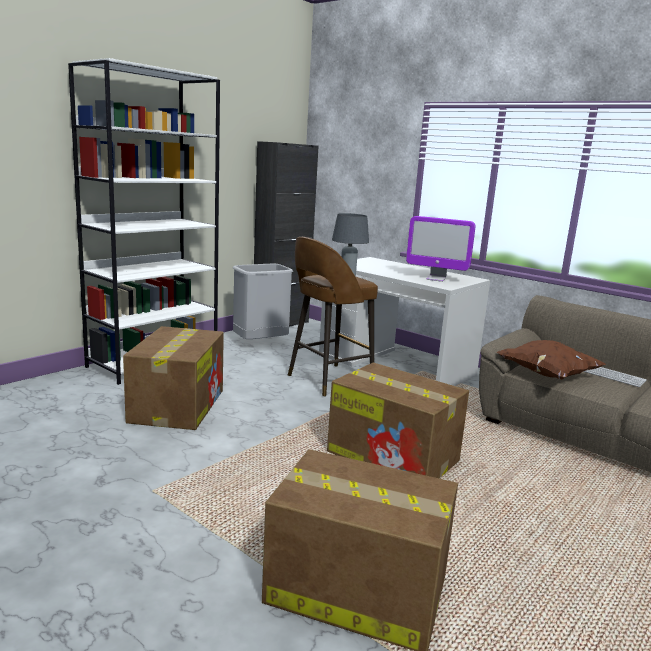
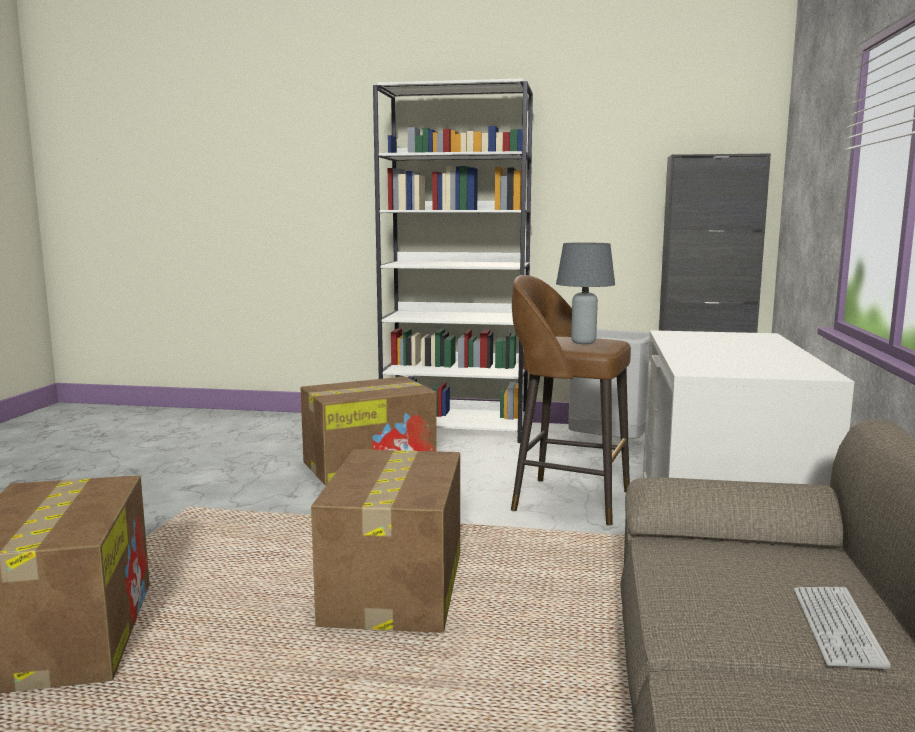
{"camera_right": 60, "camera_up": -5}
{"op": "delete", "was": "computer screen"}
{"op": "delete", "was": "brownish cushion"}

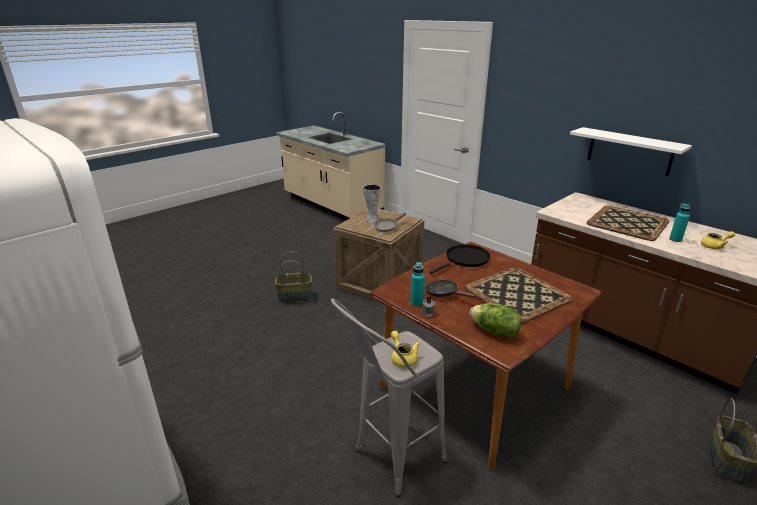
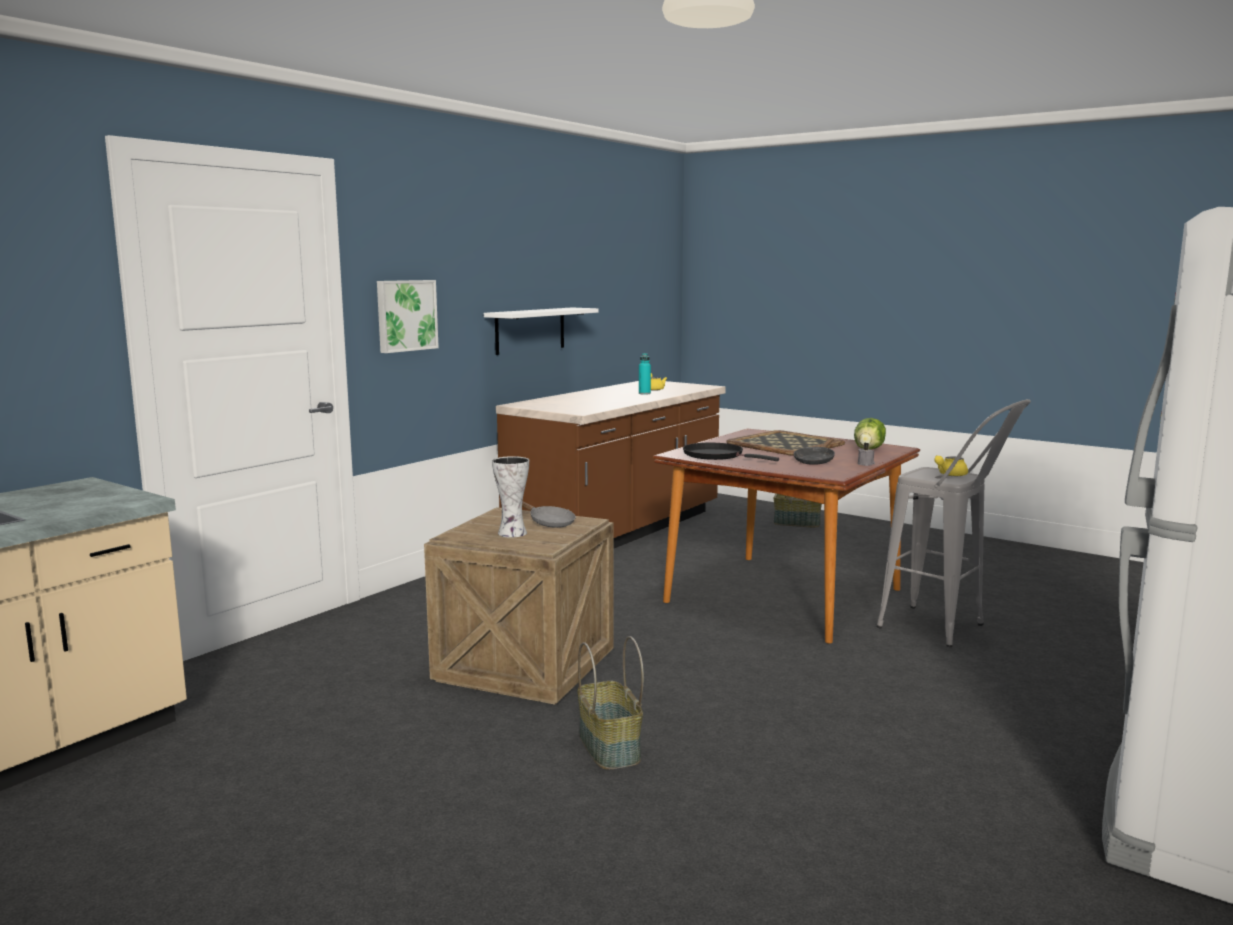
{"camera_right": -100, "camera_up": -15}
{"op": "delete", "was": "turquoise beverage bottle (1st from left)"}
{"op": "delete", "was": "carrying tray (2nd from left)"}
{"op": "insert", "now": "wall art"}

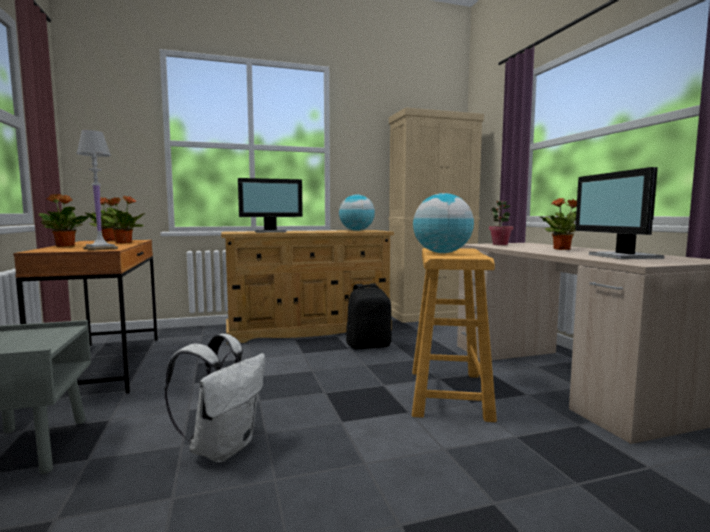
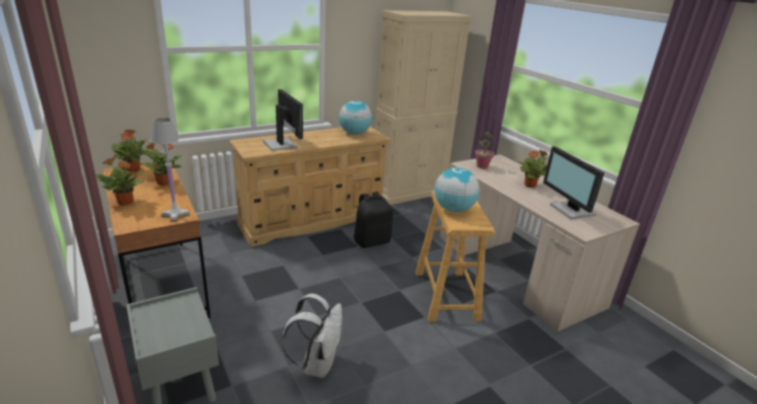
{"camera_right": -15, "camera_up": 20}
{"op": "rotate", "was": "computer screen (1st from left)", "clockwise": -90}

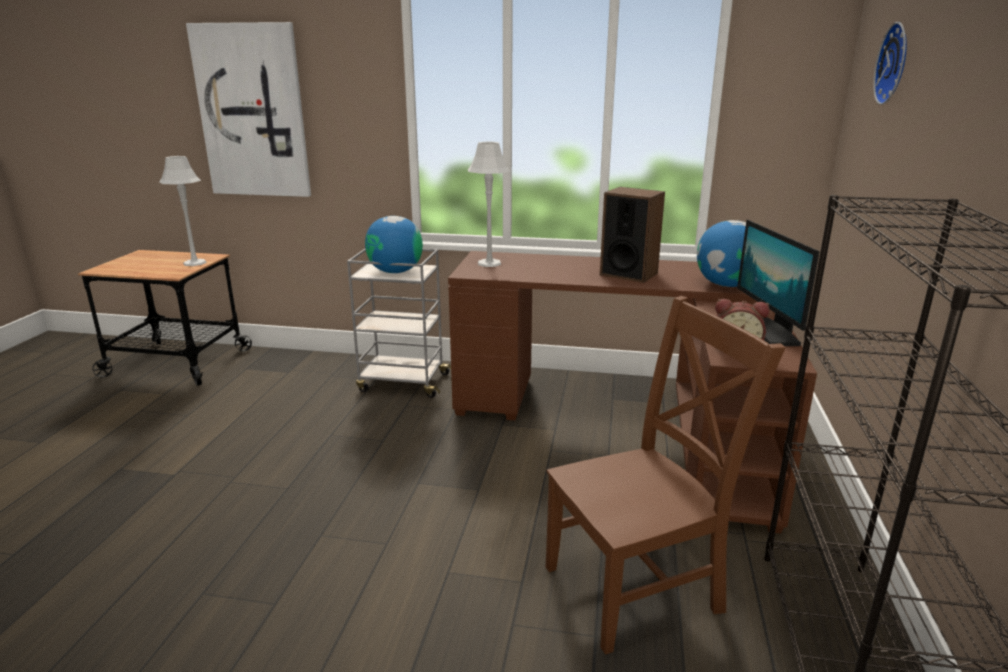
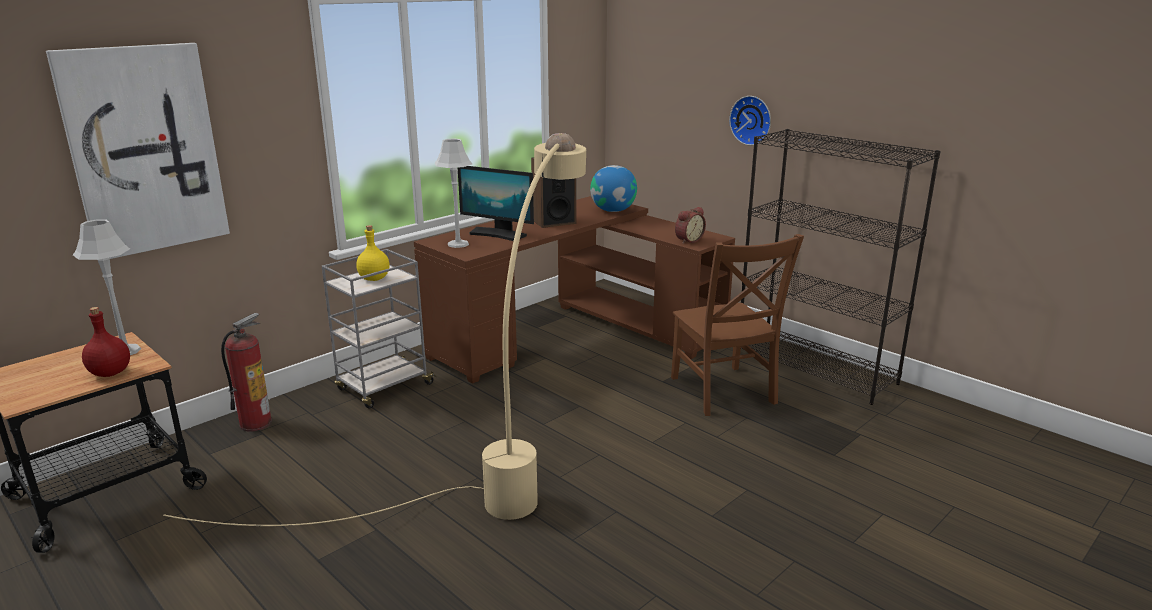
{"camera_right": -55, "camera_up": 0}
{"op": "replace", "was": "desk globe (1st from left)", "now": "yellowish beverage bottle"}
{"op": "rotate", "was": "brownish upright chair", "clockwise": 150}
{"op": "move", "was": "computer screen"}
{"op": "move", "was": "wall clock"}
{"op": "insert", "now": "red beverage bottle"}
{"op": "insert", "now": "sand-coloured floor lamp"}
{"op": "insert", "now": "fire-fighting cylinder"}

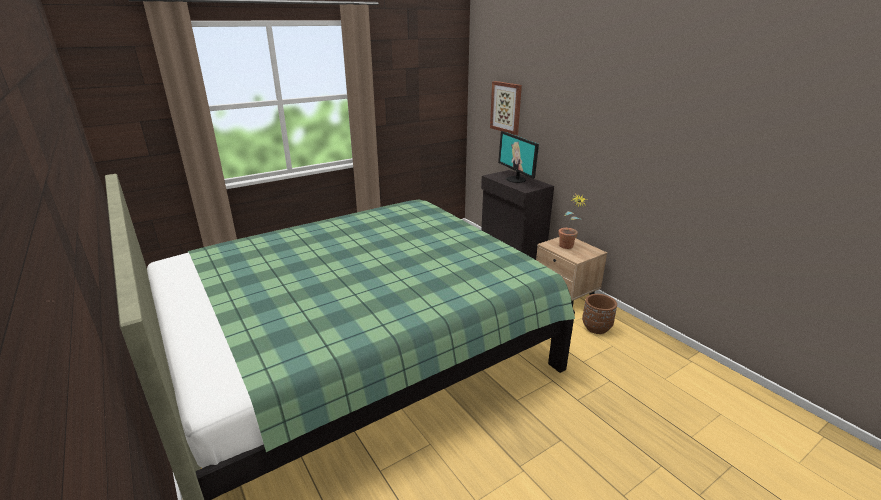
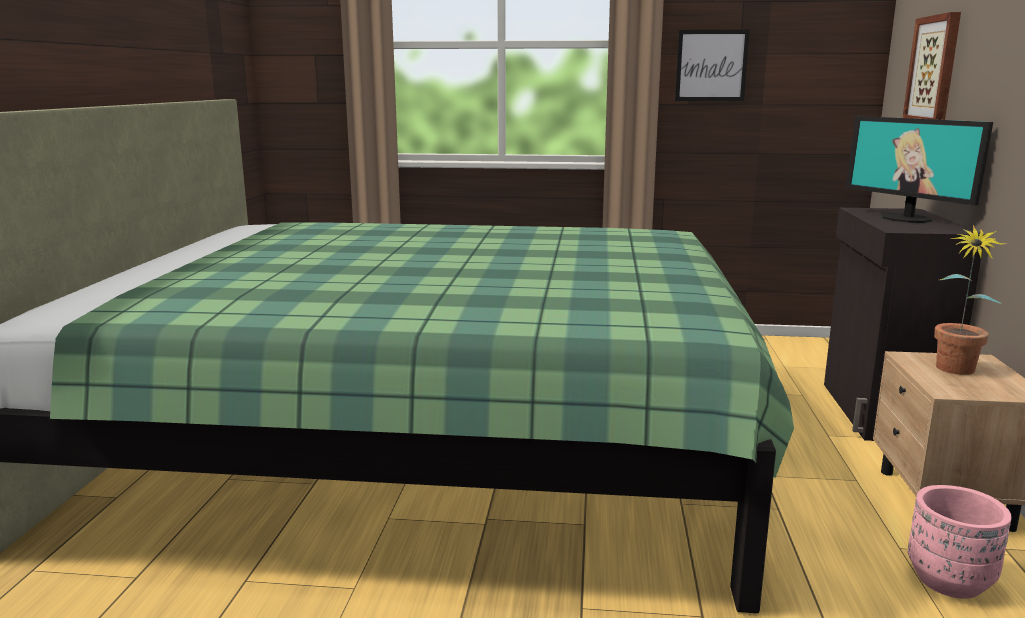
{"camera_right": 40, "camera_up": -10}
{"op": "rotate", "was": "computer screen", "clockwise": -45}
{"op": "recolor", "was": "brownish plant pot", "now": "pinkish plant pot"}
{"op": "insert", "now": "wall art (1st from left)"}

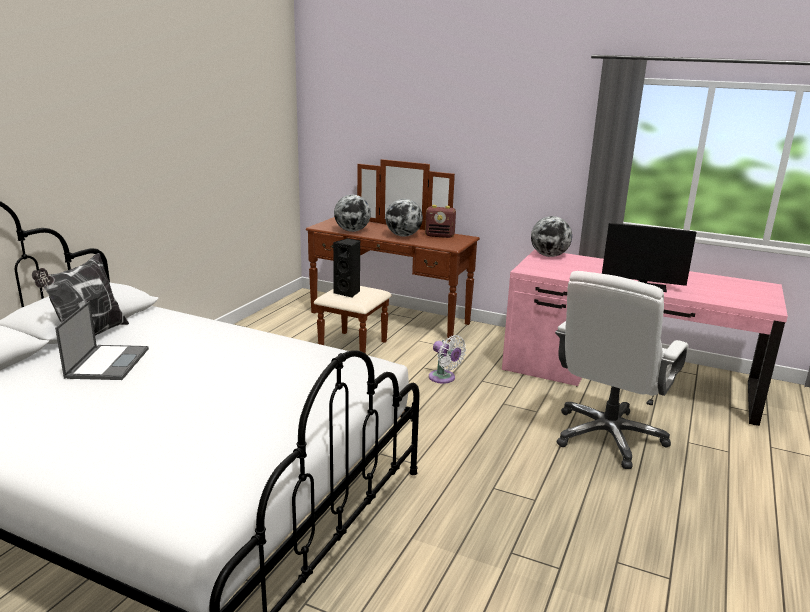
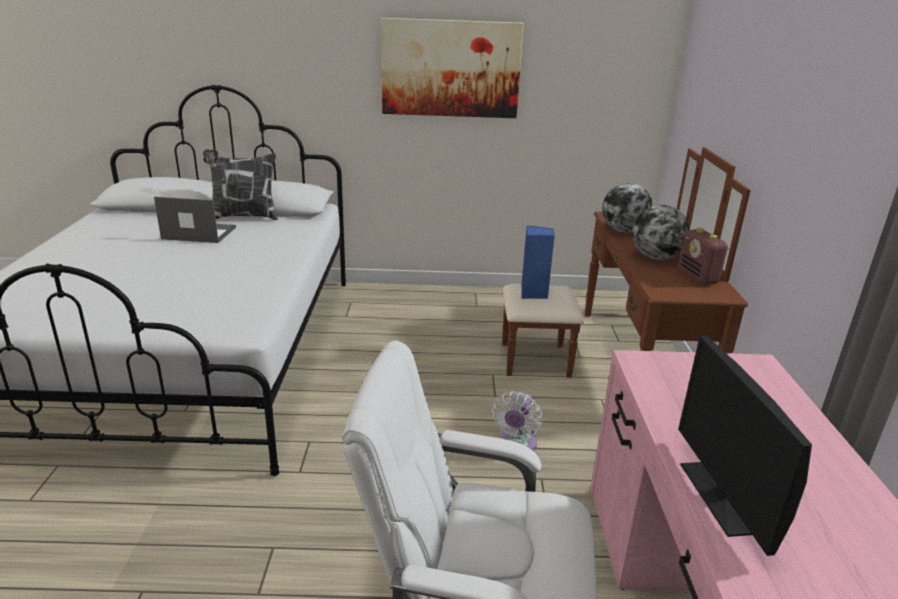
{"camera_right": 65, "camera_up": 5}
{"op": "rotate", "was": "portable computer", "clockwise": -150}
{"op": "recolor", "was": "black speaker", "now": "blue speaker"}
{"op": "delete", "was": "desk globe (3rd from left)"}
{"op": "insert", "now": "wall art"}

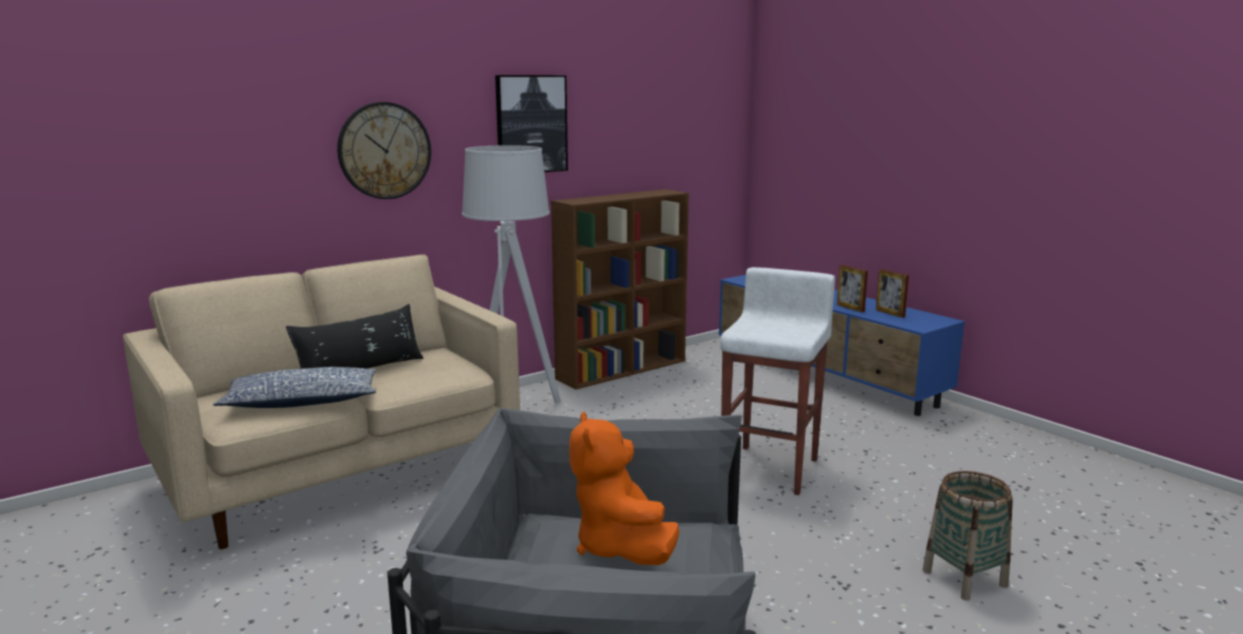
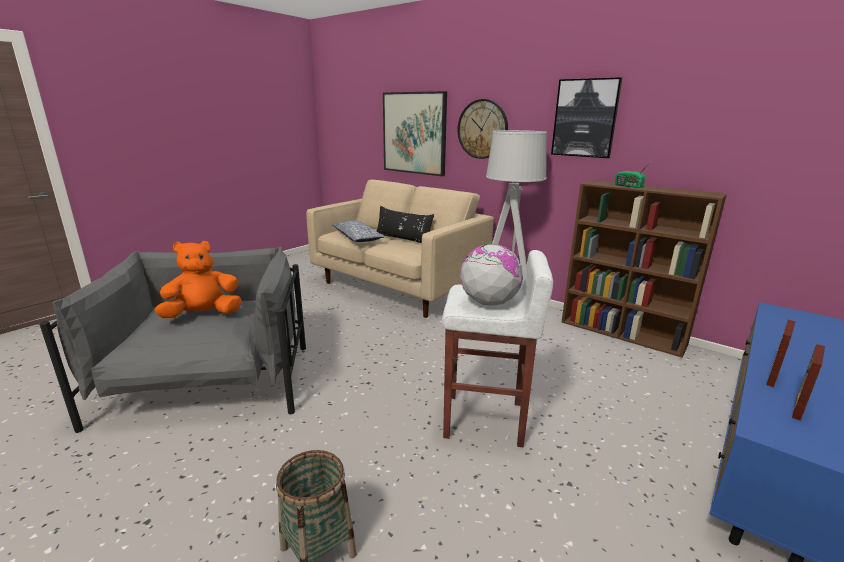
{"camera_right": 75, "camera_up": 5}
{"op": "insert", "now": "wall art (1st from left)"}
{"op": "insert", "now": "desk globe"}
{"op": "insert", "now": "radio"}

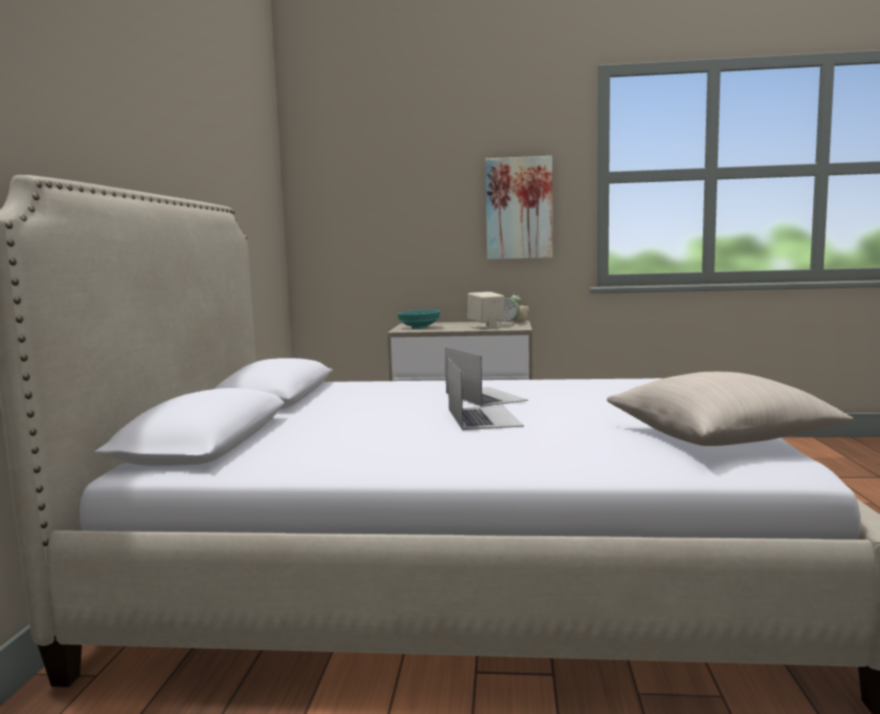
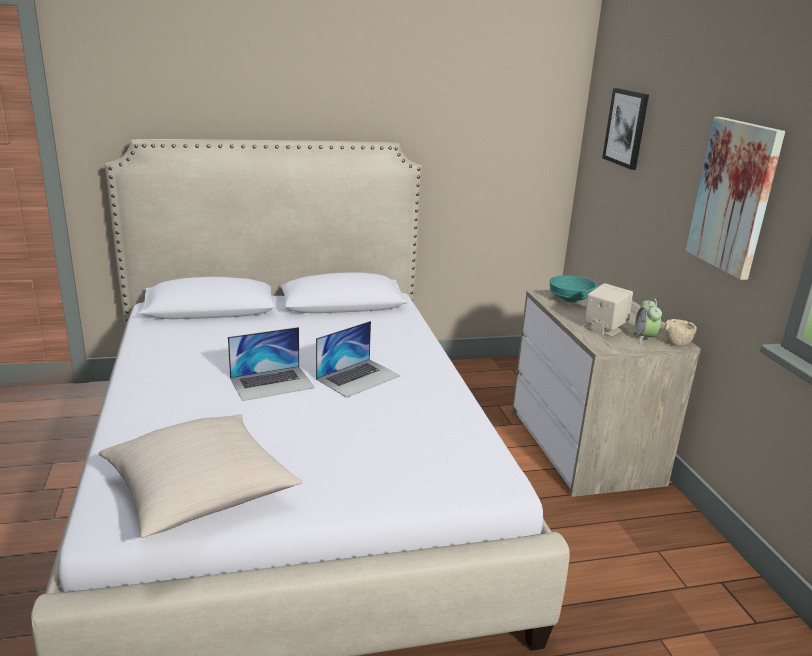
{"camera_right": 70, "camera_up": 15}
{"op": "insert", "now": "wall art (1st from left)"}

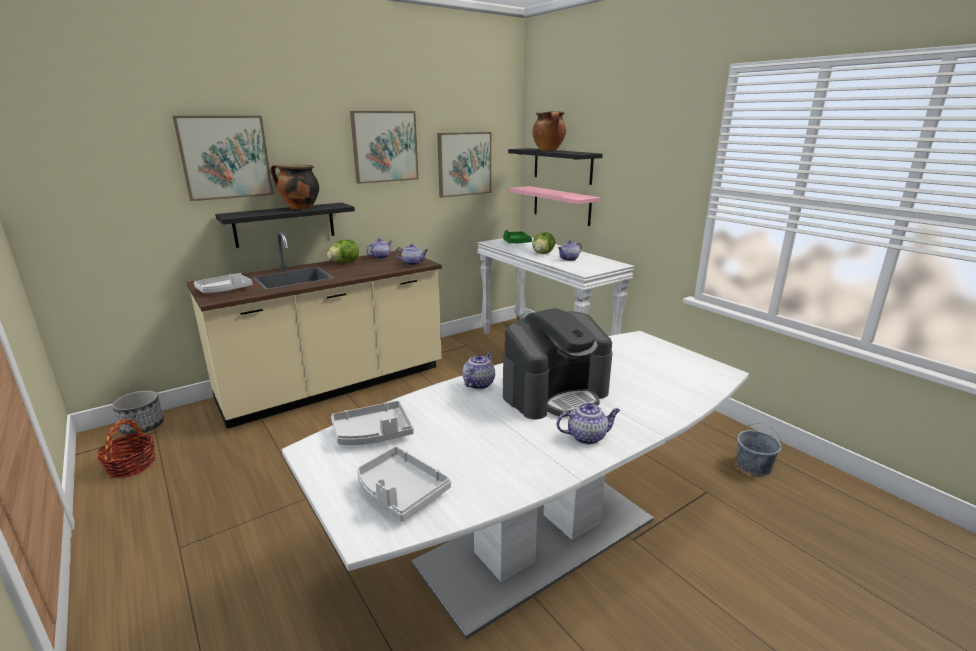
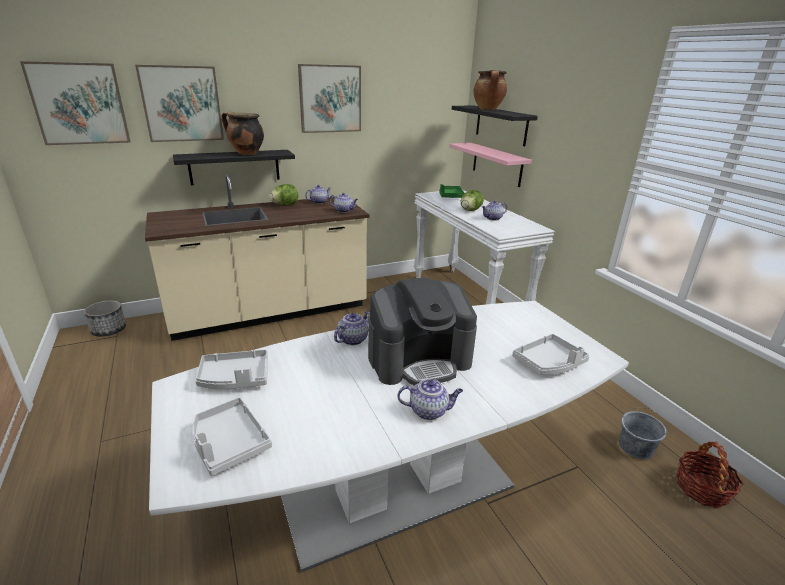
{"camera_right": 10, "camera_up": 5}
{"op": "move", "was": "basket"}
{"op": "move", "was": "greyish carrying tray (1st from left in the first image)", "now": "greyish carrying tray (3rd from left)"}
{"op": "move", "was": "wall art (3rd from left in the first image)", "now": "wall art (1st from left)"}

